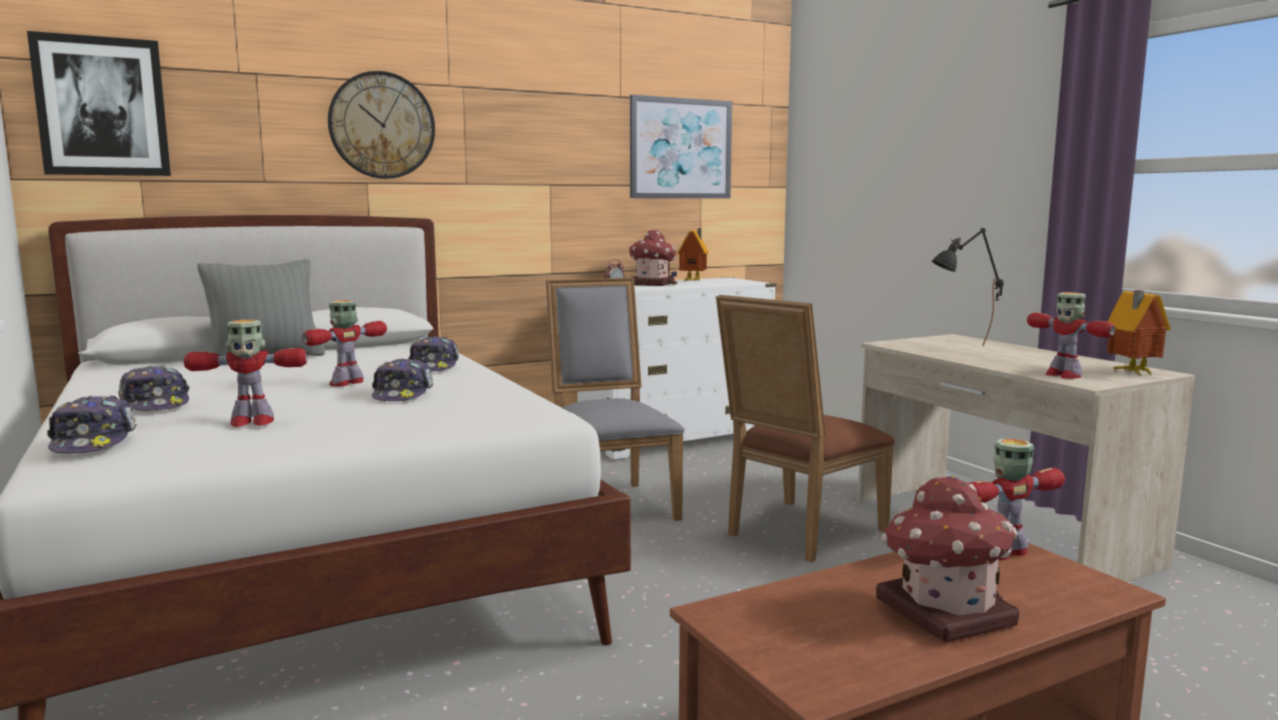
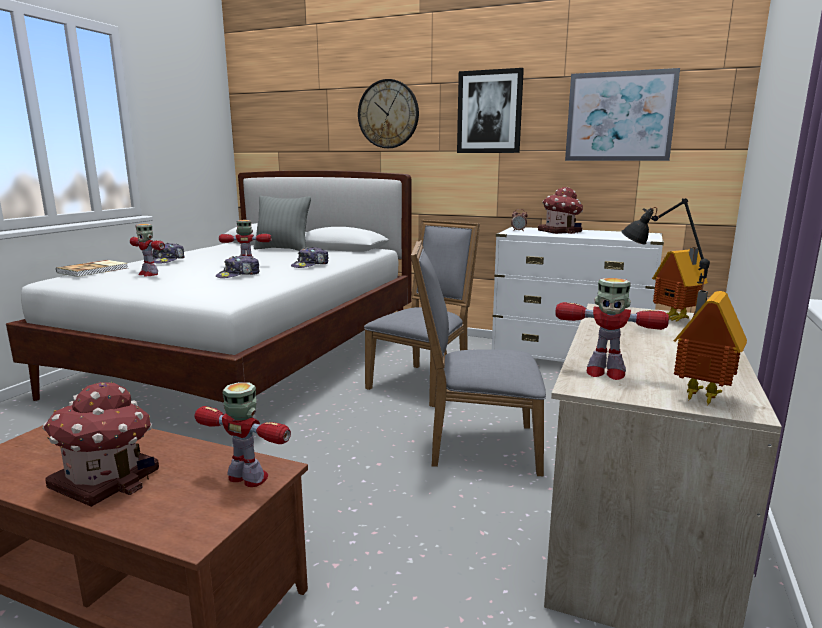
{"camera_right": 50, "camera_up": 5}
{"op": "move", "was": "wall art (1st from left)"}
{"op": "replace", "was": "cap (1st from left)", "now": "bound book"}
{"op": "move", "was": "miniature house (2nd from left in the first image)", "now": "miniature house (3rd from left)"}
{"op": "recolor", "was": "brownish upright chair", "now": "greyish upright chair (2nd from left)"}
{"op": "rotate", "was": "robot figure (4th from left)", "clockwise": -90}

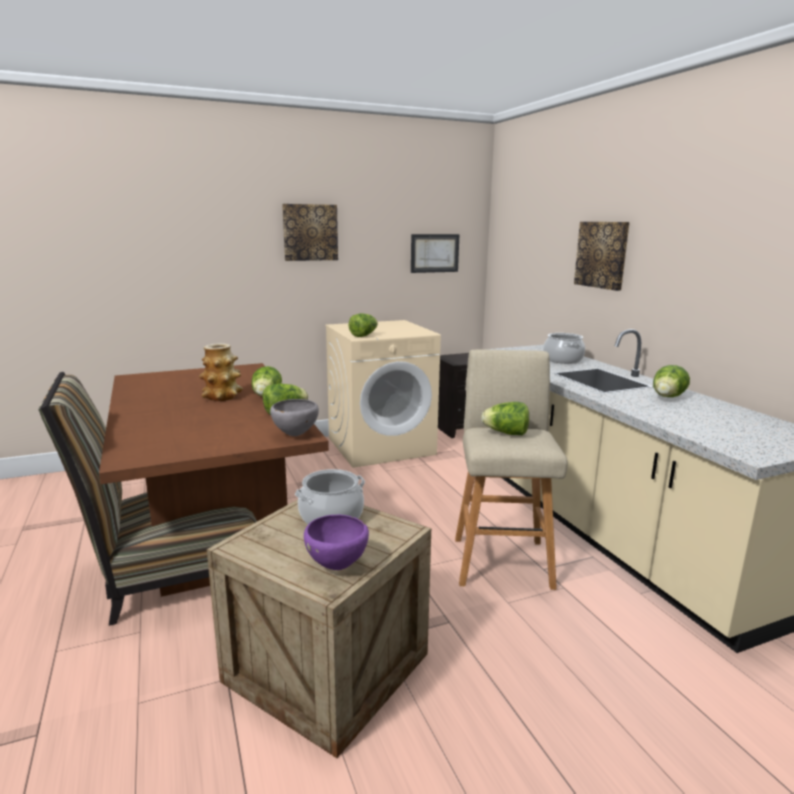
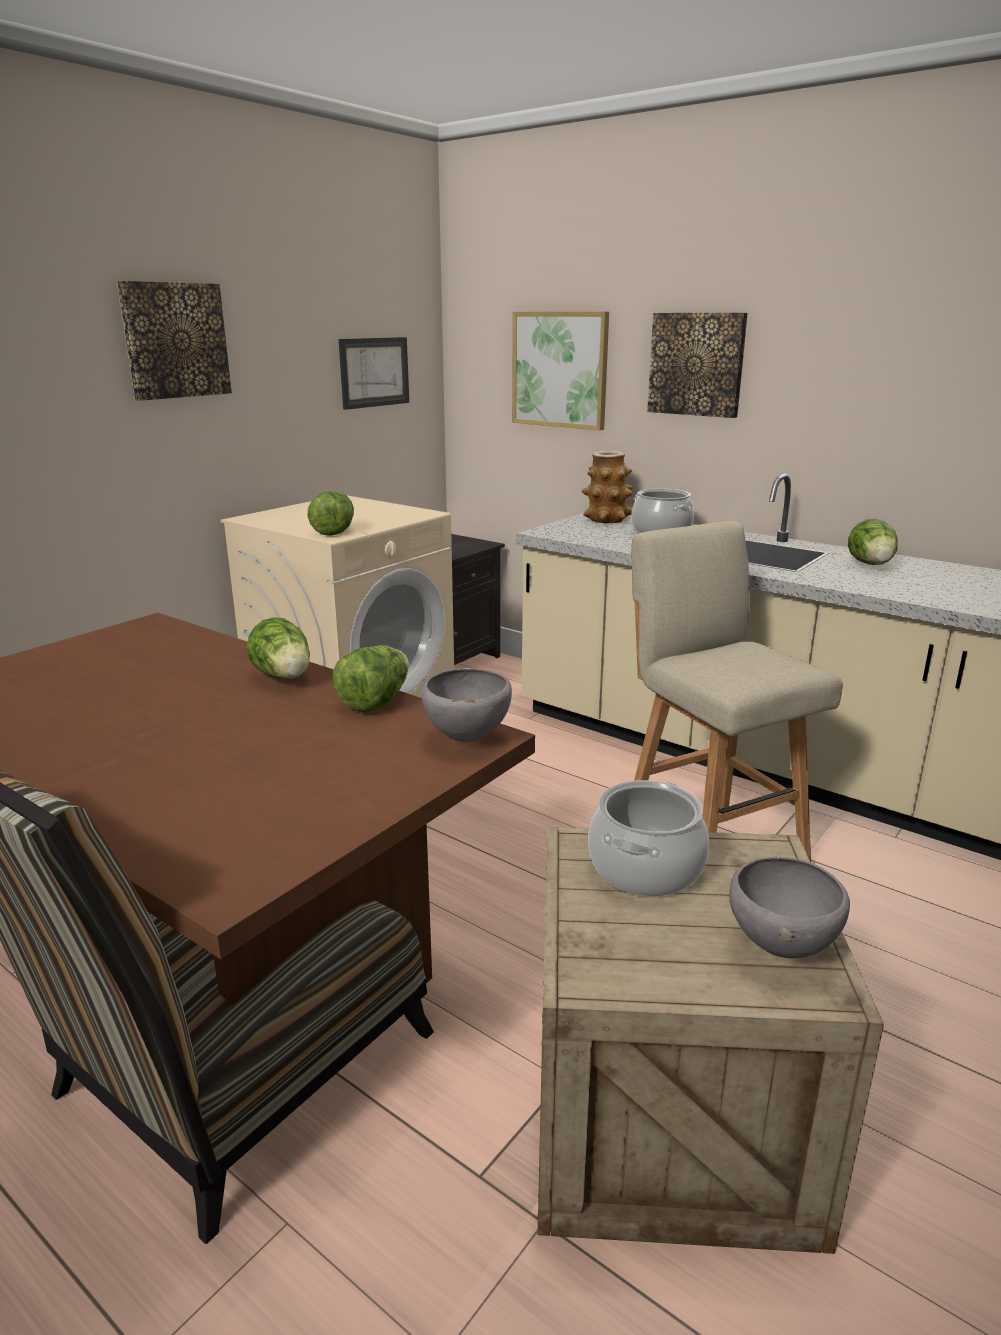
{"camera_right": -30, "camera_up": 5}
{"op": "move", "was": "flower vase"}
{"op": "recolor", "was": "purple bowl", "now": "greyish bowl (2nd from left)"}
{"op": "delete", "was": "head of lettuce (4th from left)"}
{"op": "insert", "now": "wall art (3rd from left)"}

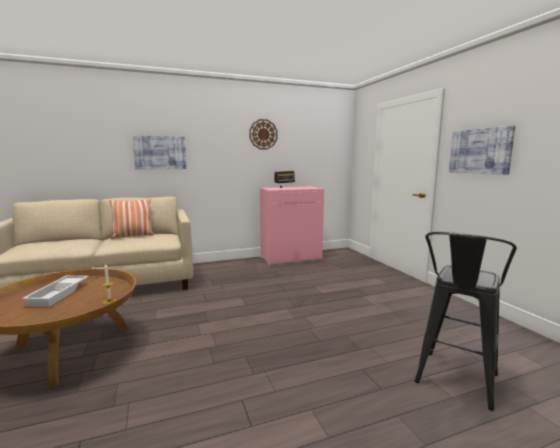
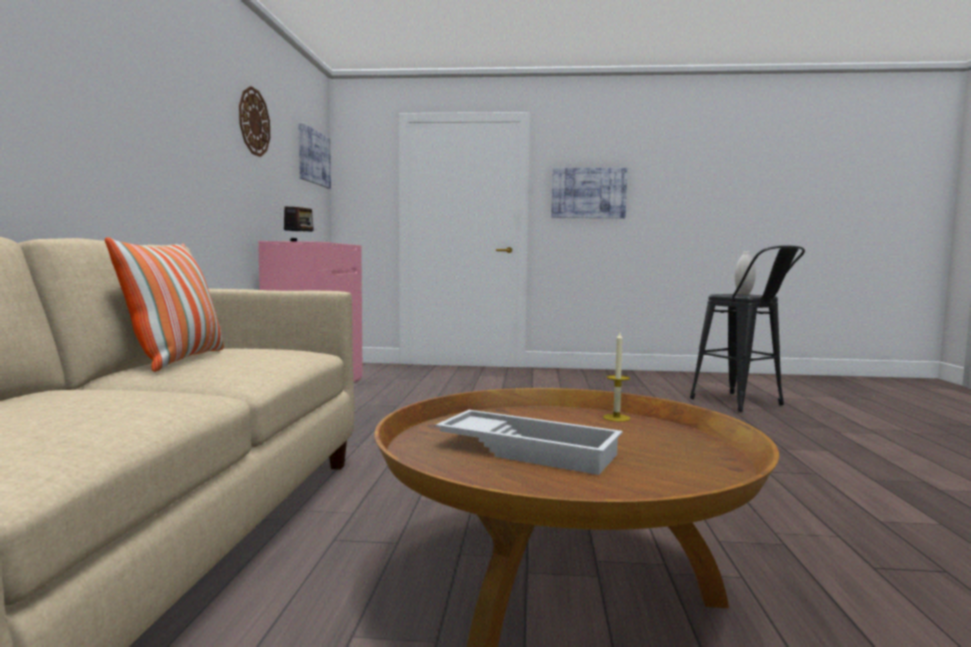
{"camera_right": -65, "camera_up": -5}
{"op": "move", "was": "wall art (1st from left)"}
{"op": "insert", "now": "whitish flower vase"}

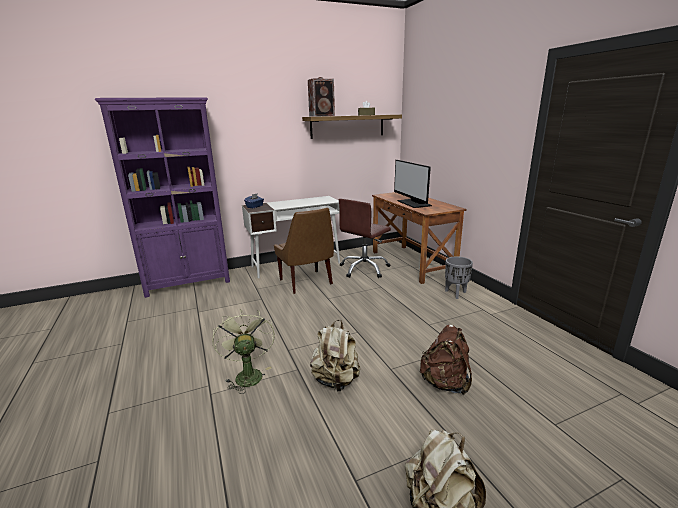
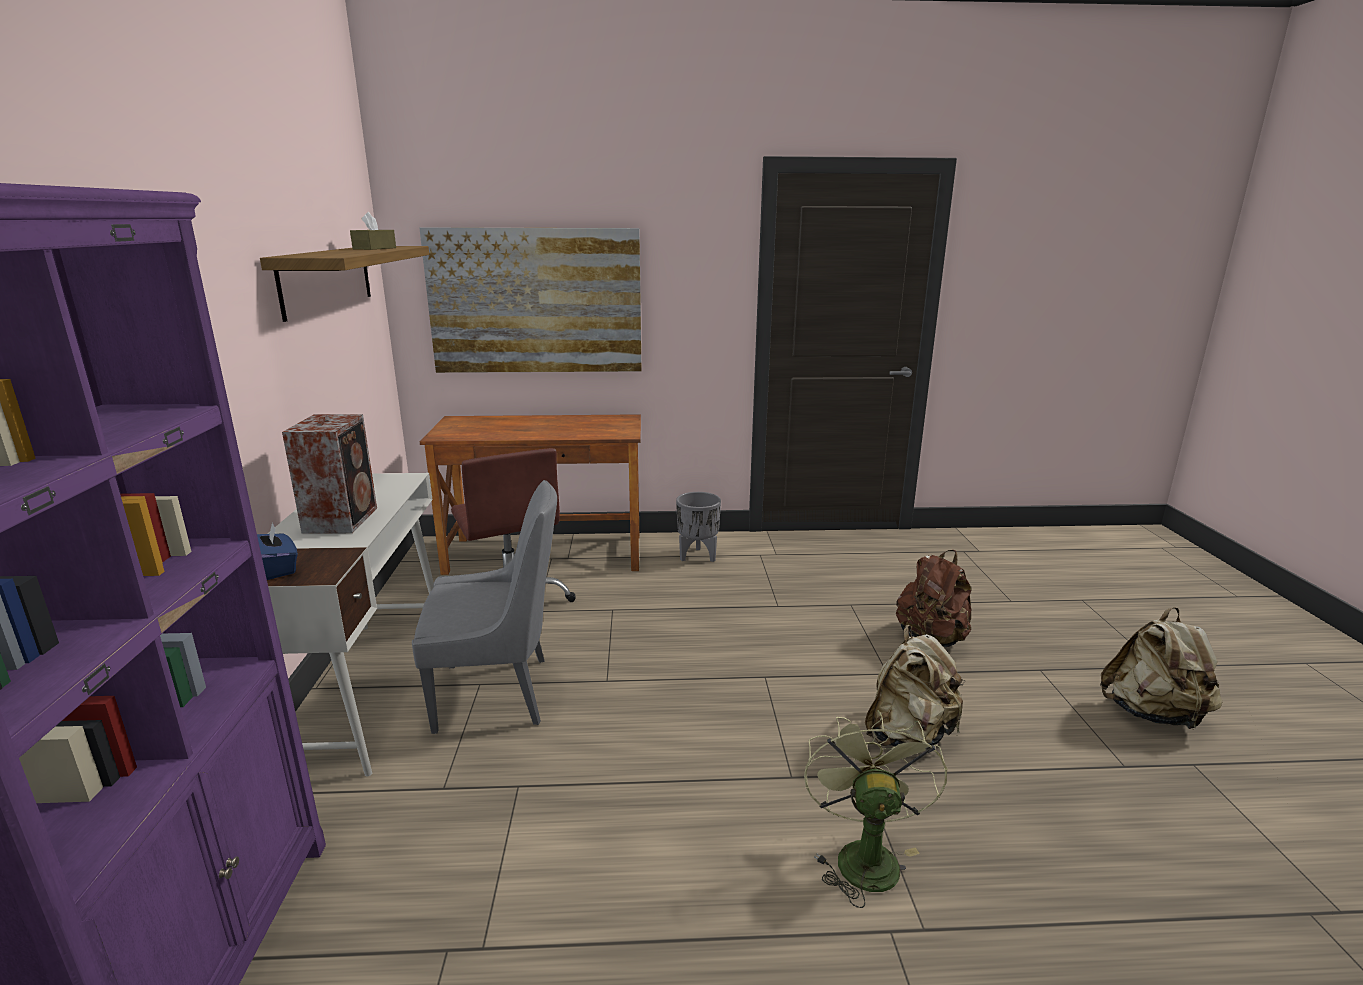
{"camera_right": -70, "camera_up": 0}
{"op": "rotate", "was": "greenish fan", "clockwise": 90}
{"op": "recolor", "was": "brownish upright chair", "now": "greyish upright chair"}
{"op": "move", "was": "speaker"}
{"op": "delete", "was": "computer screen"}
{"op": "insert", "now": "wall art"}

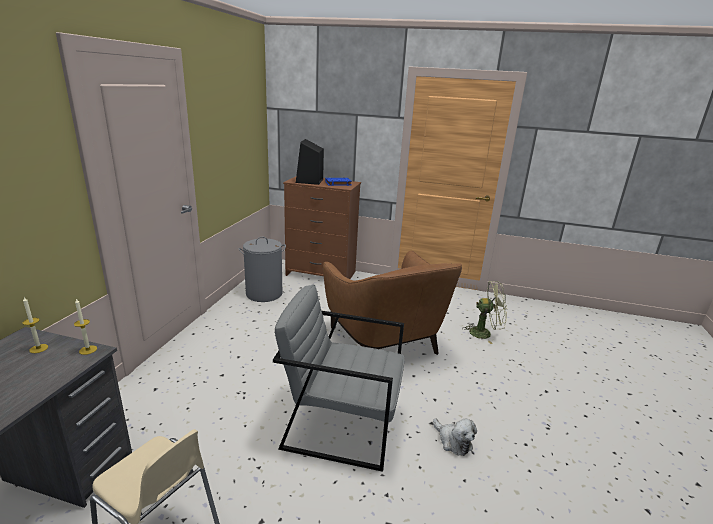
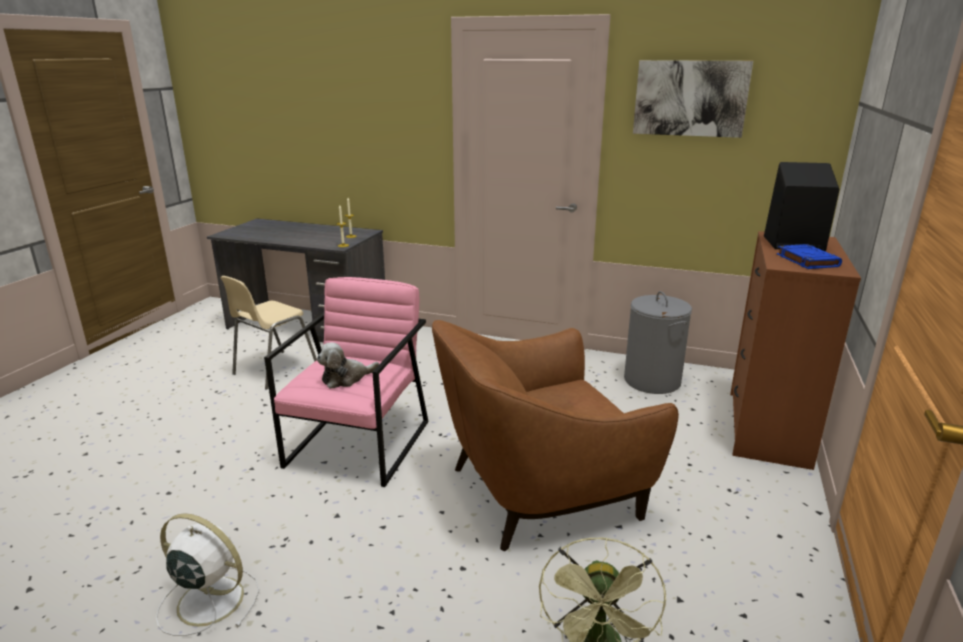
{"camera_right": 95, "camera_up": 0}
{"op": "recolor", "was": "greyish easy chair", "now": "pinkish easy chair"}
{"op": "move", "was": "plush toy"}
{"op": "insert", "now": "whitish fan"}
{"op": "insert", "now": "wall art"}

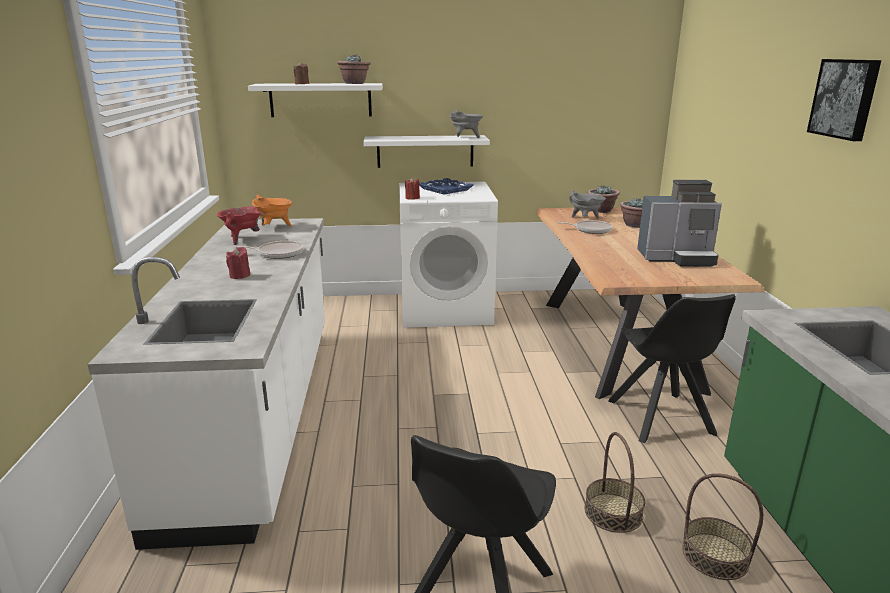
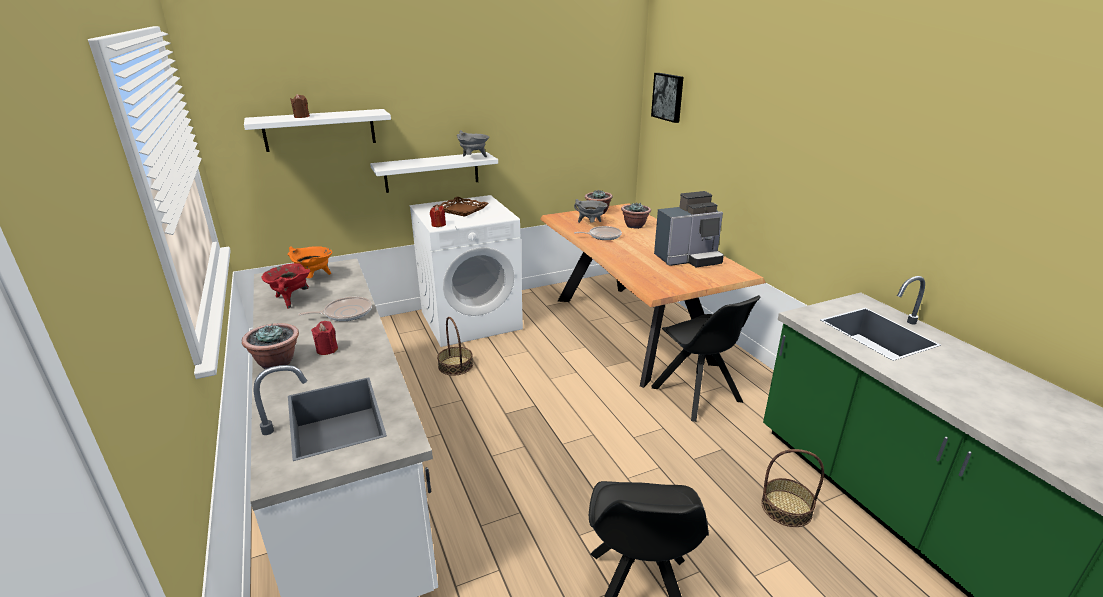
{"camera_right": -20, "camera_up": 5}
{"op": "move", "was": "potted plant (1st from left)"}
{"op": "recolor", "was": "blue carrying tray", "now": "brownish carrying tray"}
{"op": "move", "was": "basket (1st from left)"}
{"op": "move", "was": "wall art"}

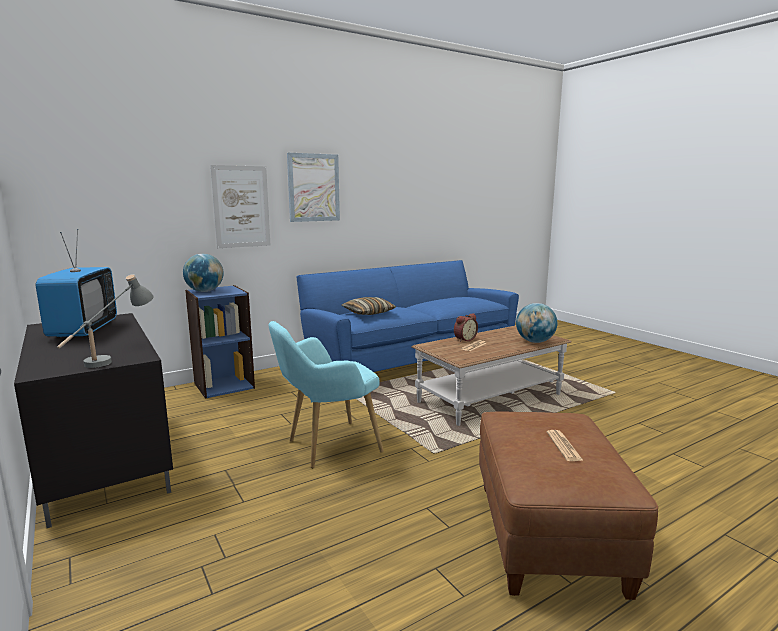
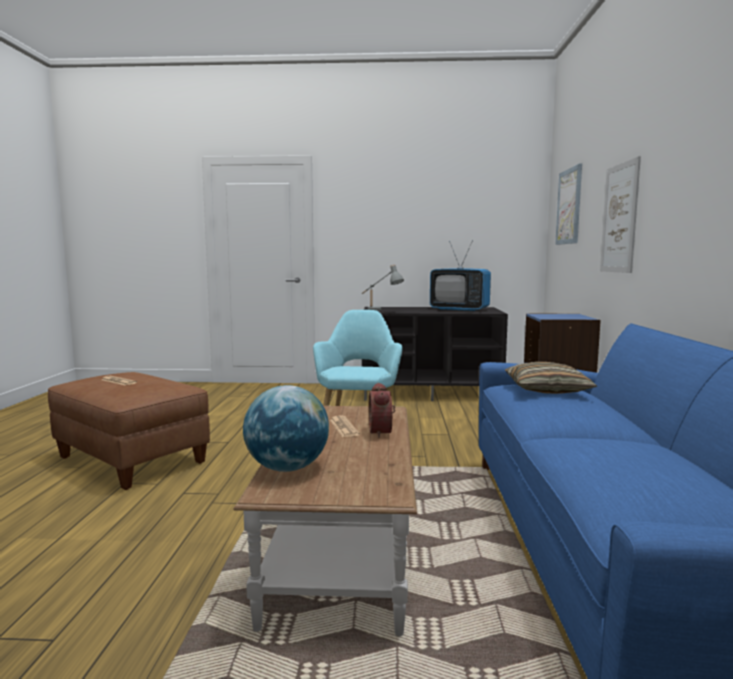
{"camera_right": 125, "camera_up": -5}
{"op": "delete", "was": "desk globe (1st from left)"}
{"op": "move", "was": "wall art (2nd from left in the first image)", "now": "wall art (1st from left)"}

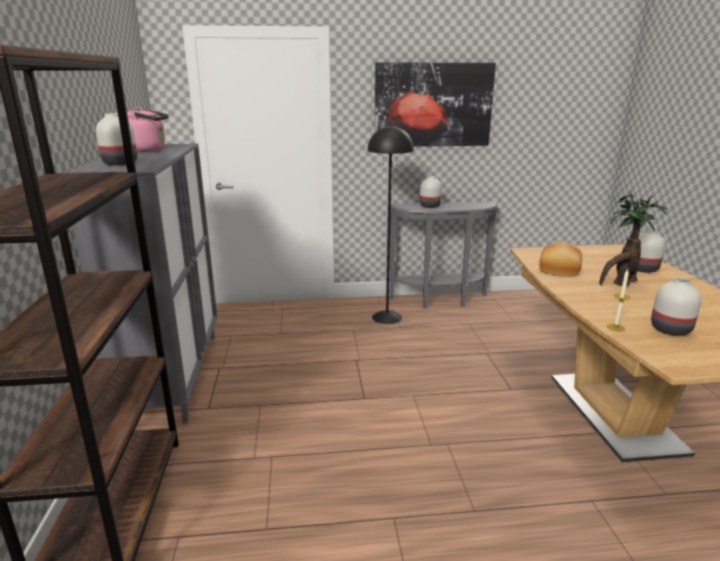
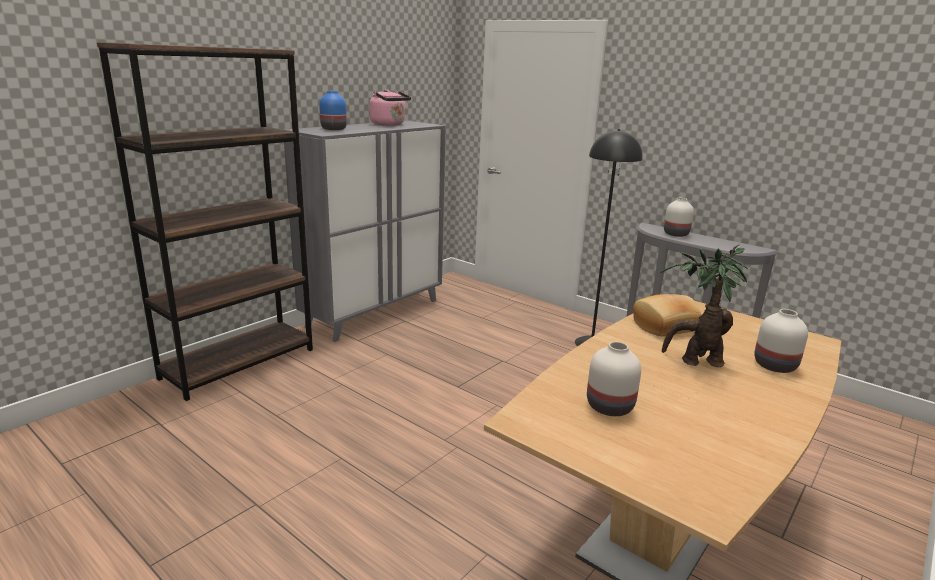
{"camera_right": 45, "camera_up": 0}
{"op": "recolor", "was": "whitish flower vase (1st from left)", "now": "blue flower vase"}
{"op": "delete", "was": "wall art"}
{"op": "delete", "was": "wax candle"}

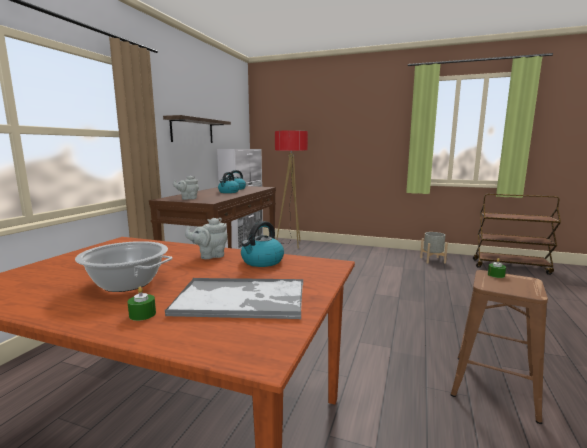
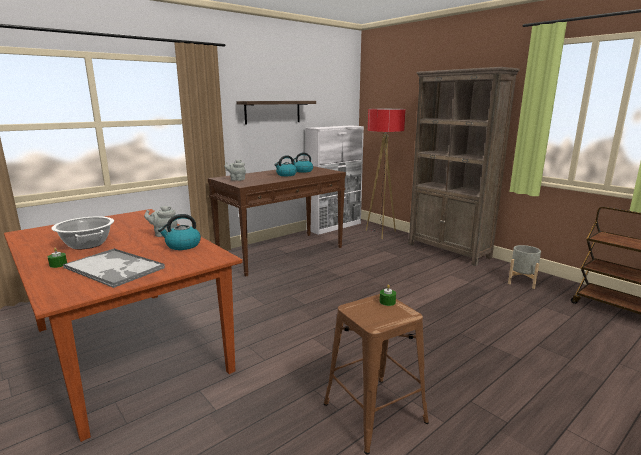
{"camera_right": 30, "camera_up": 5}
{"op": "insert", "now": "brownish shelving unit"}

